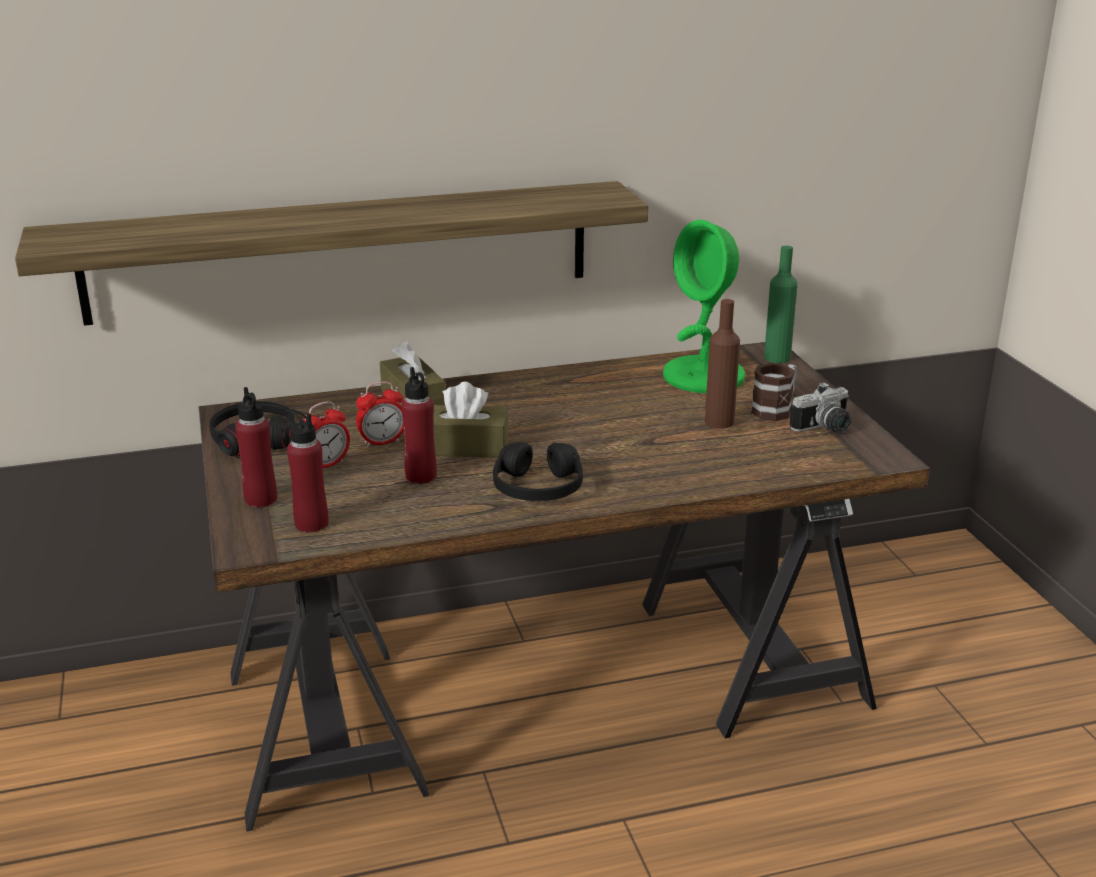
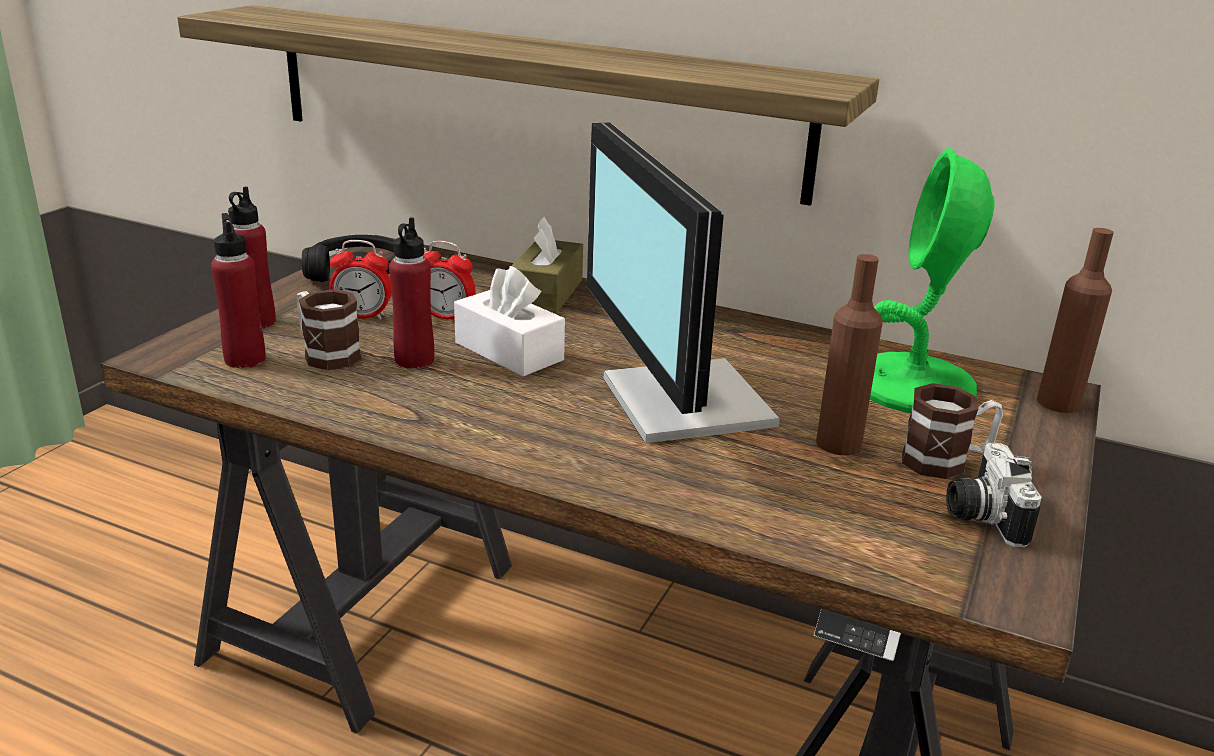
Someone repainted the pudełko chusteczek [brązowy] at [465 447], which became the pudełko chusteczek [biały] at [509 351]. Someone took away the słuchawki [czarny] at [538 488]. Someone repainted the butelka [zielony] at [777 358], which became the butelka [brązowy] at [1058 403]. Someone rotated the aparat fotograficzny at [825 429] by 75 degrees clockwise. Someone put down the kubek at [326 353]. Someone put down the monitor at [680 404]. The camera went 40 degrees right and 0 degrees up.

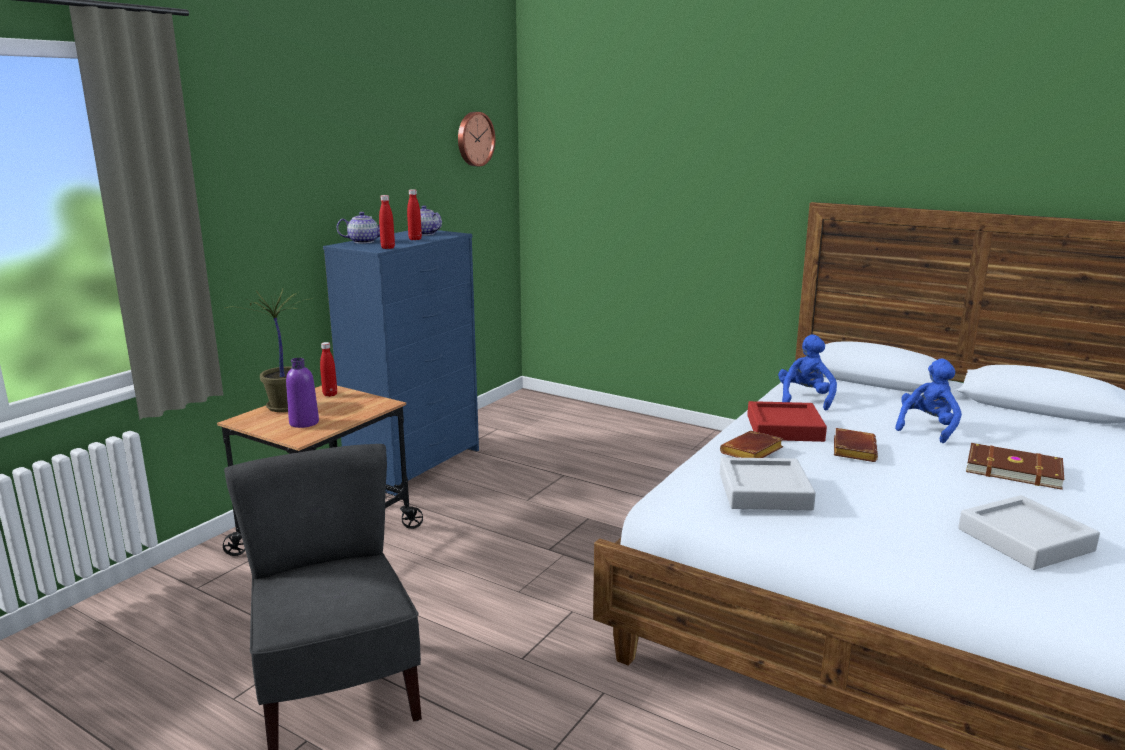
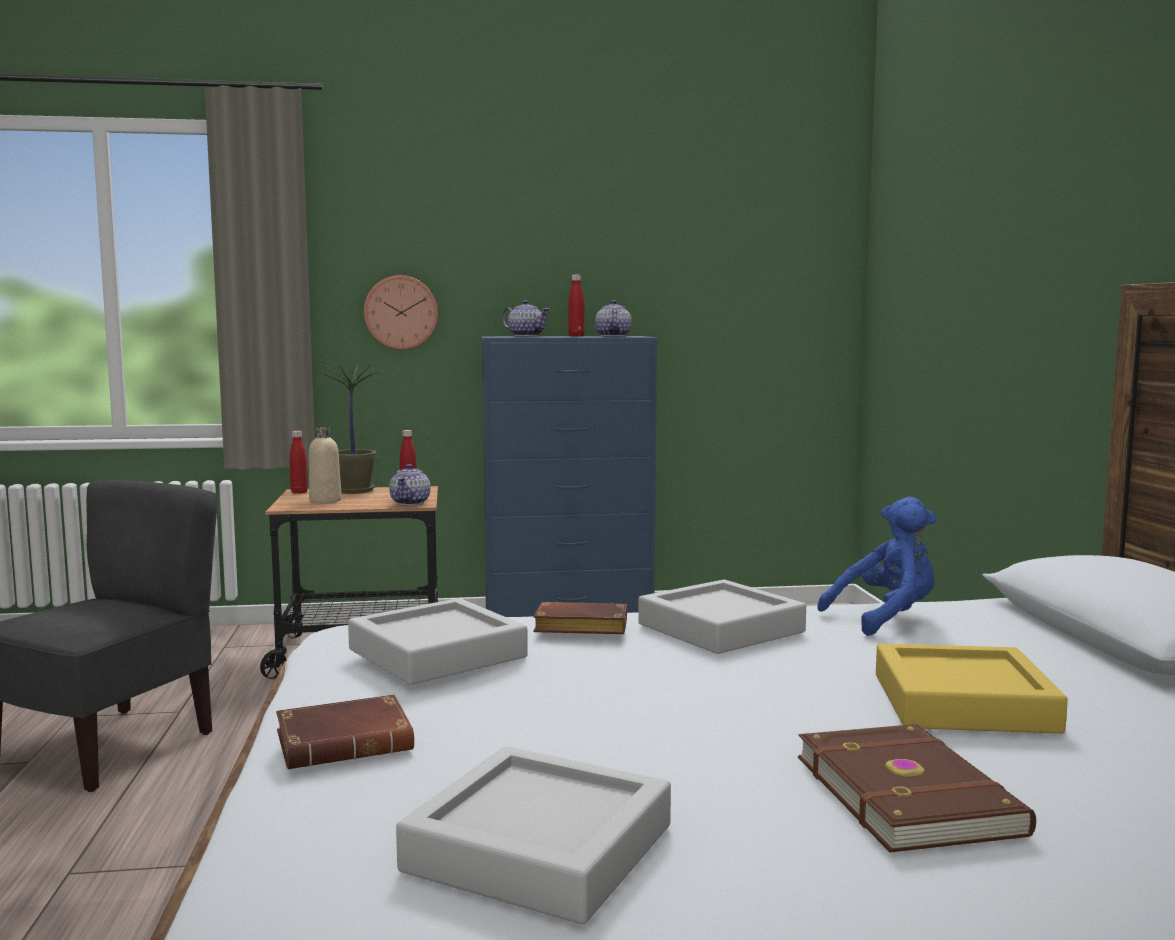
Someone repainted the butelka [fioletowy] at [304 423], which became the butelka [beżowy] at [325 501]. Someone carried the butelka [czerwony] from [388 248] to [299 492]. Someone carried the zegar ścienny from [474 139] to [401 312]. Someone repainted the taca [czerwony] at [784 428], which became the taca [szary] at [720 628]. Someone carried the książka [brązowy] from [852 449] to [347 743]. Someone swapped the pluszak [niebieski] at [927 428] for the taca [żółty] at [963 703]. Someone put down the imbryk at [411 503]. The camera went 50 degrees right and 10 degrees down.

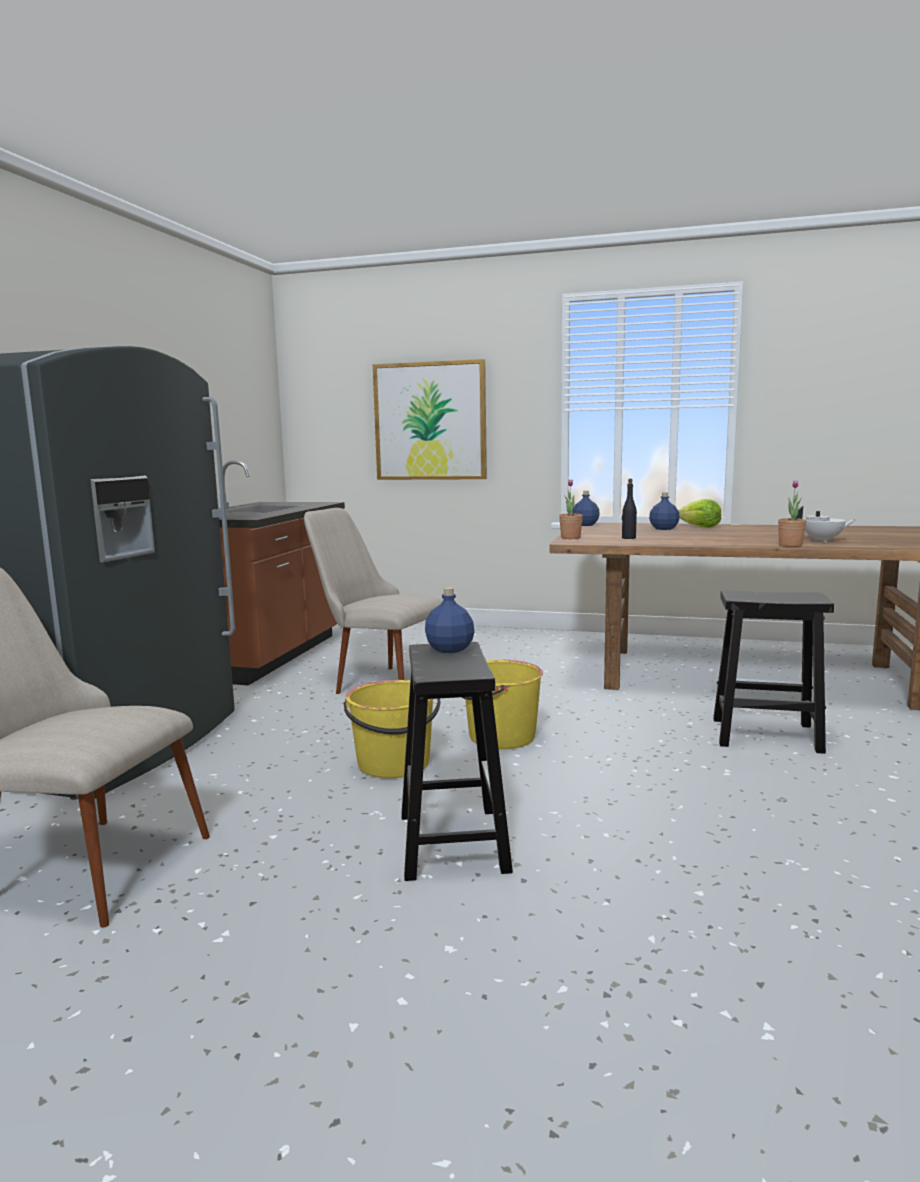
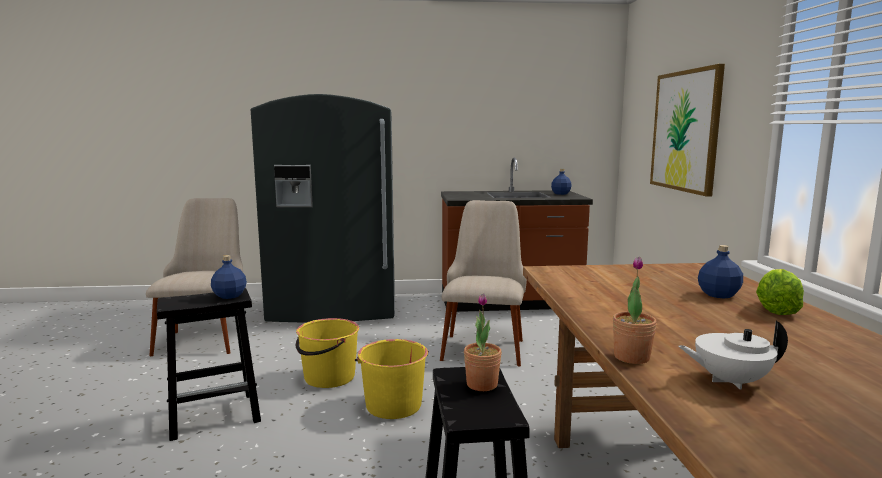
Someone carried the roślina doniczkowa from [570 538] to [482 384]. Someone carried the butelka [niebieski] from [585 525] to [561 194]. Someone took away the butelka [czarny] at [628 538]. Someone rotated the imbryk [biały] at [823 540] by 105 degrees clockwise. The camera went 70 degrees right and 0 degrees up.

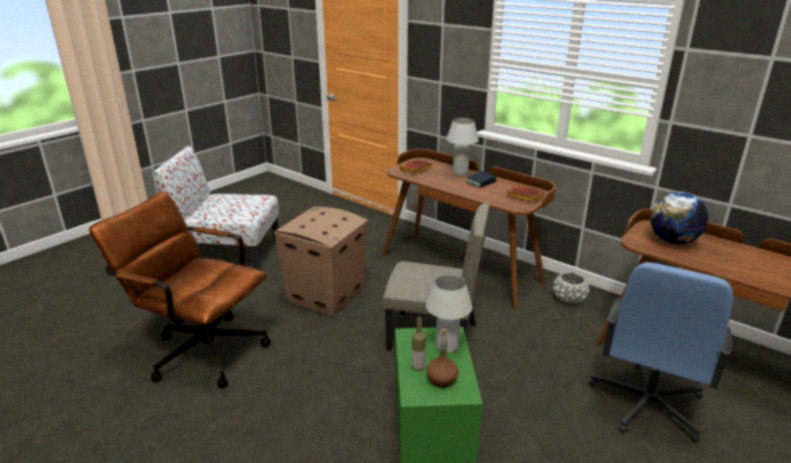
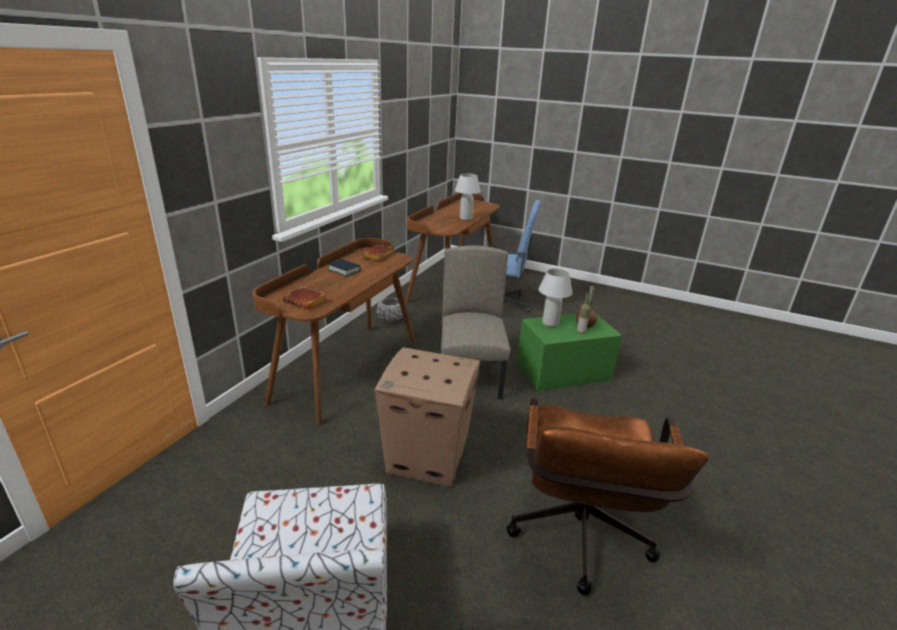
Someone carried the lampa stołowa [biały] from [460 172] to [466 218]. Someone took away the globus at [672 241]. The camera went 105 degrees left and 0 degrees up.

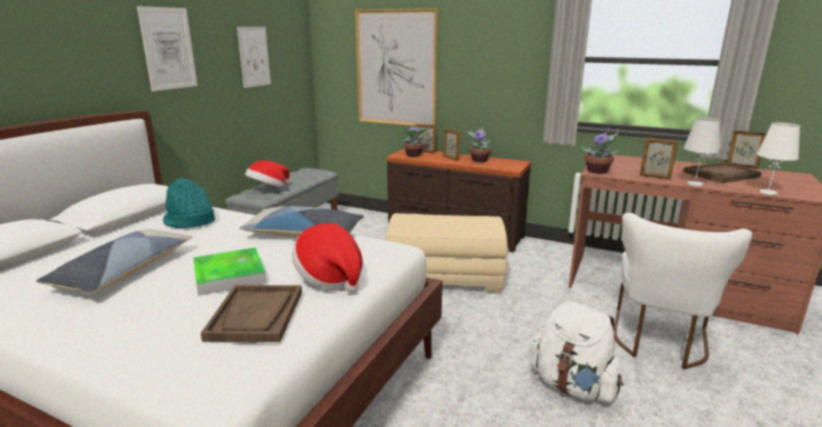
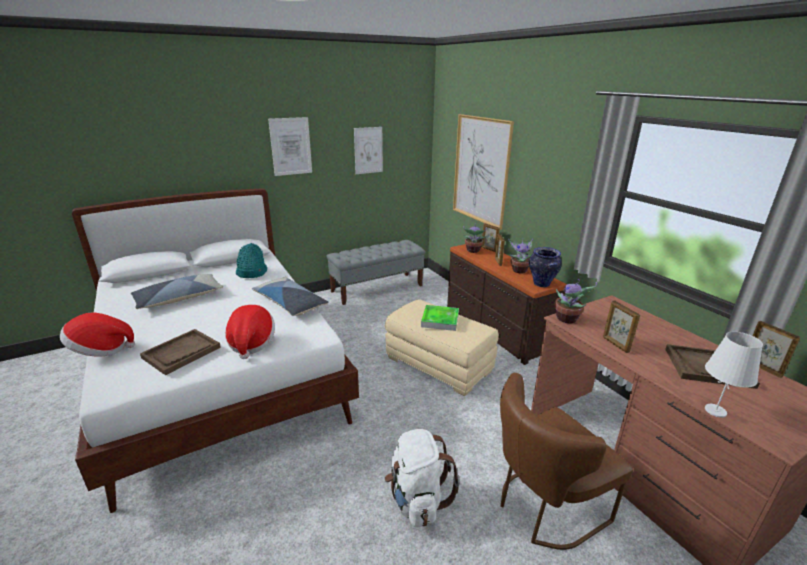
Someone carried the taca from [229 275] to [440 320]. Someone carried the kapelusz from [268 189] to [100 350]. Someone repainted the krzesło [biały] at [659 342], which became the krzesło [brązowy] at [544 507]. Someone took away the lampa stołowa [biały] at [695 184]. Someone put down the wazon at [542 284]. The camera went 35 degrees right and 5 degrees up.

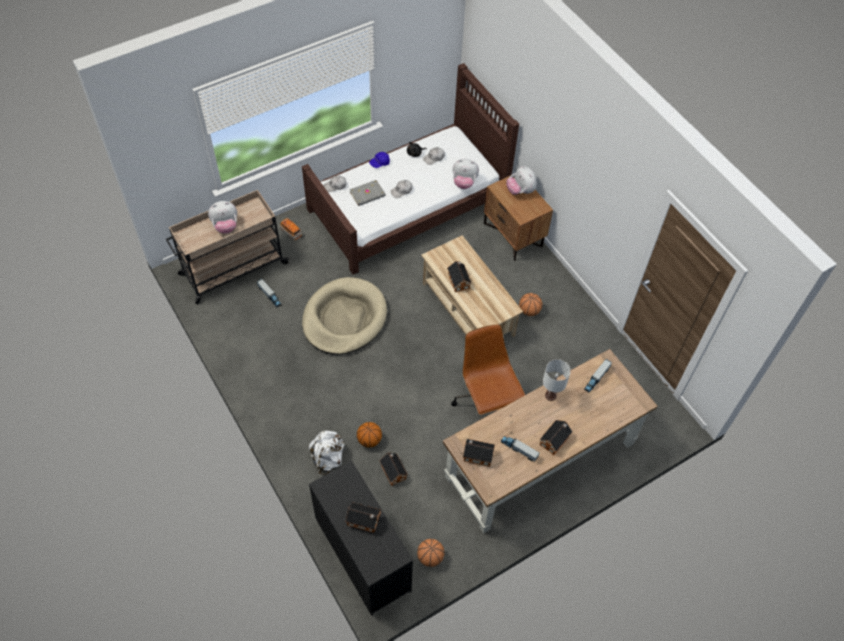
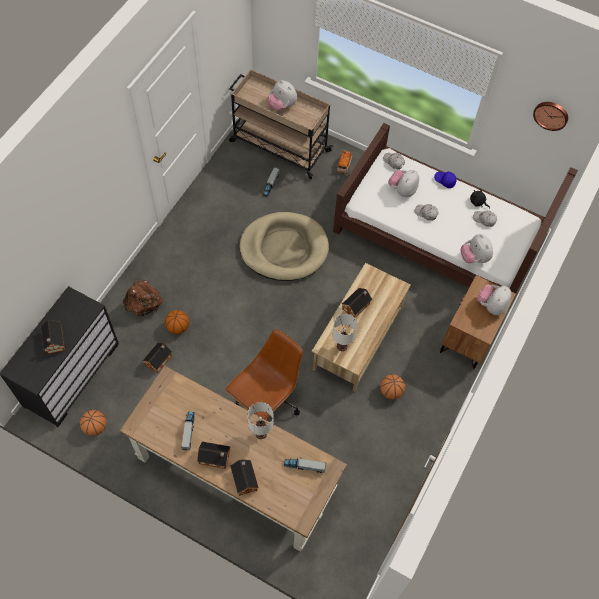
Someone repainted the plecak [biały] at [328 458], which became the plecak [brązowy] at [144 306]. Someone swapped the książka [szary] at [368 194] for the pluszak at [402 190]. Someone carried the domek from [477 455] to [244 479]. Someone put down the lampa stołowa [biały] at [341 346]. Someone put up the zegar ścienny at [551 115]. The camera went 60 degrees right and 5 degrees up.

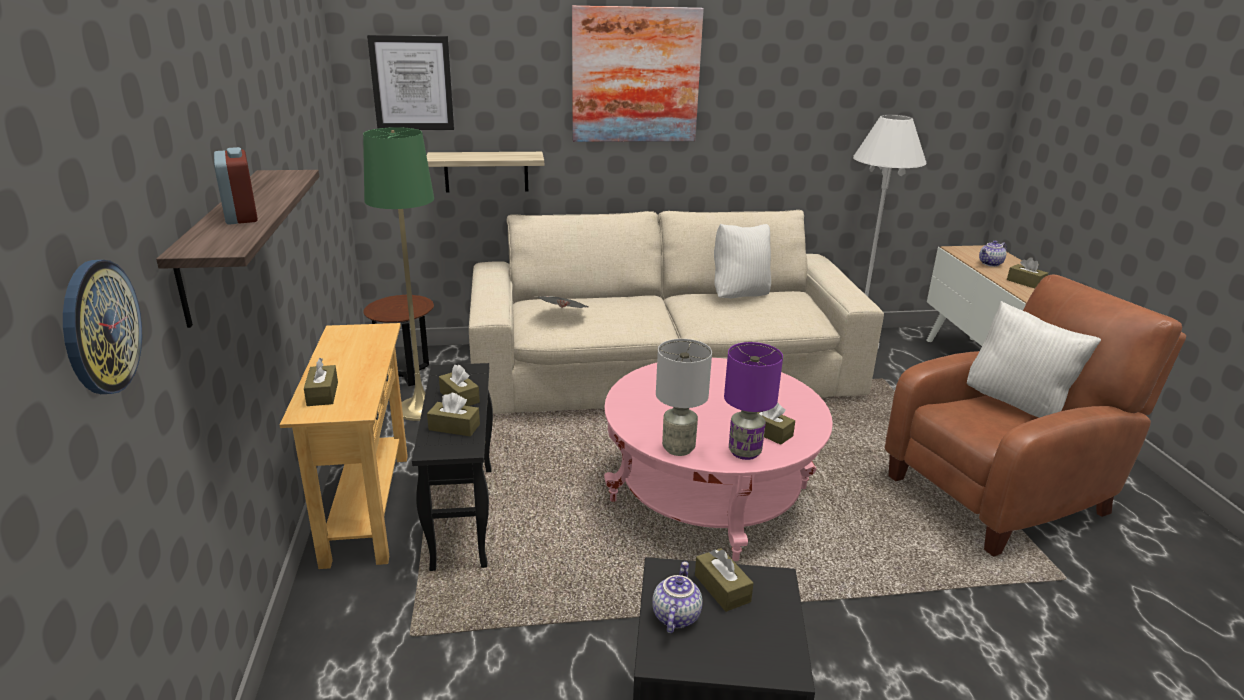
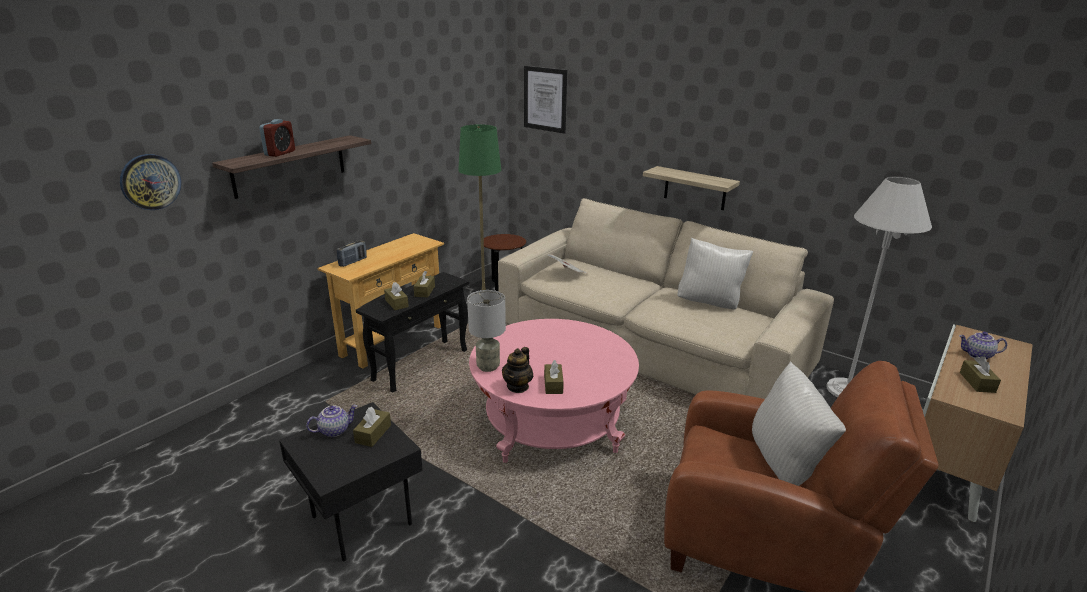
Someone swapped the pudełko chusteczek [brązowy] at [322 394] for the radio at [353 262]. Someone carried the półka from [486 171] to [695 188]. Someone took away the obraz at [635 75]. Someone swapped the lampa stołowa [fioletowy] at [745 452] for the imbryk at [518 386]. The camera went 45 degrees right and 0 degrees up.

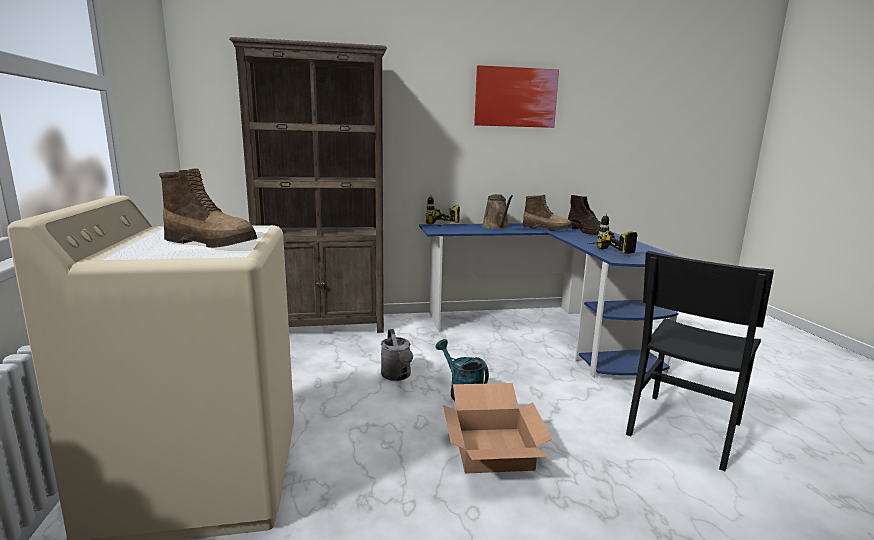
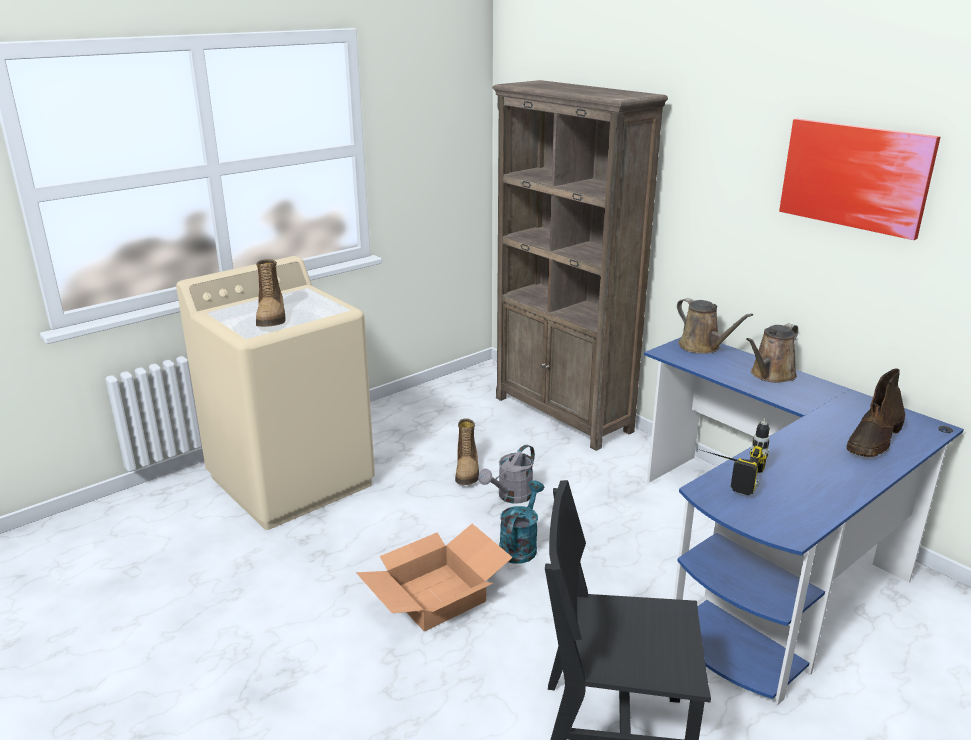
Someone swapped the wiertarka at [443 226] for the konewka [brązowy] at [702 347]. Someone carried the but z cholewką from [546 229] to [467 471]. The camera went 60 degrees right and 10 degrees up.

